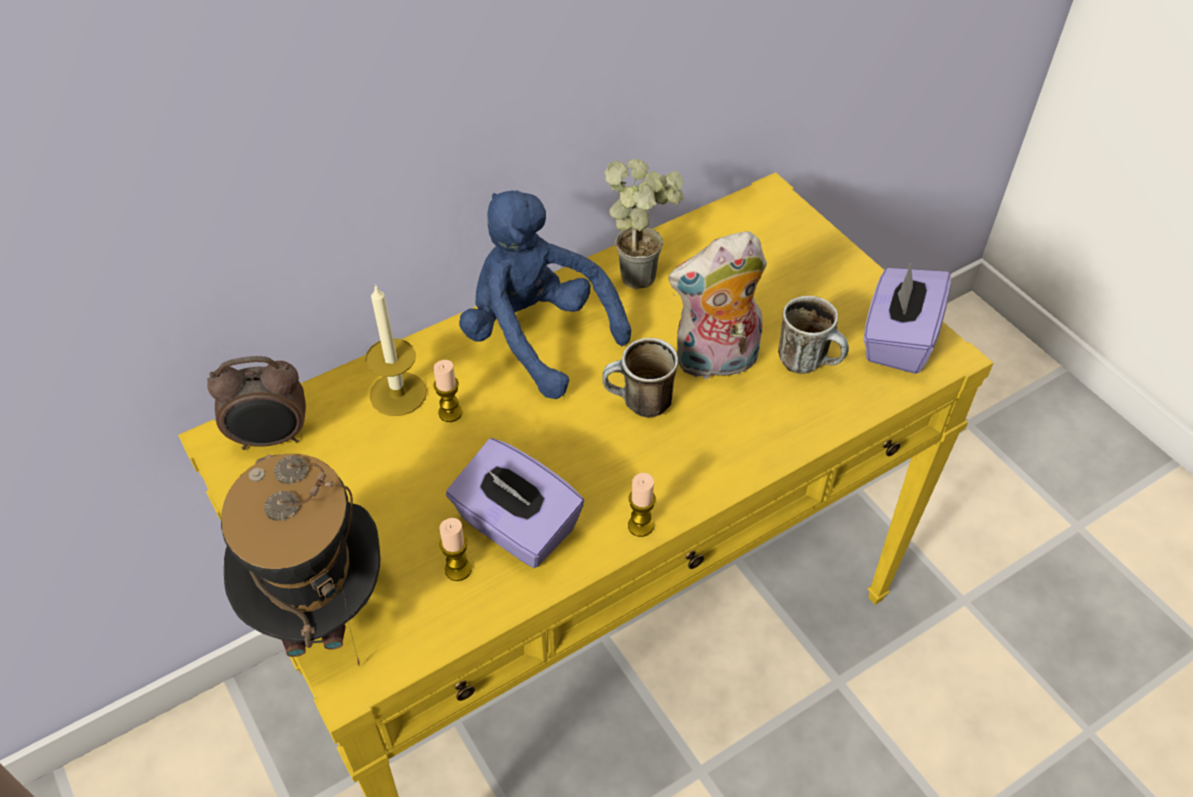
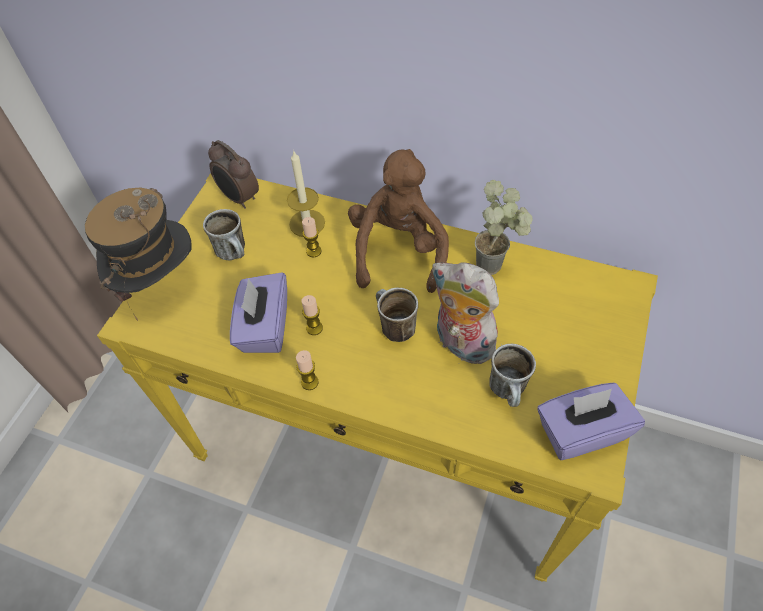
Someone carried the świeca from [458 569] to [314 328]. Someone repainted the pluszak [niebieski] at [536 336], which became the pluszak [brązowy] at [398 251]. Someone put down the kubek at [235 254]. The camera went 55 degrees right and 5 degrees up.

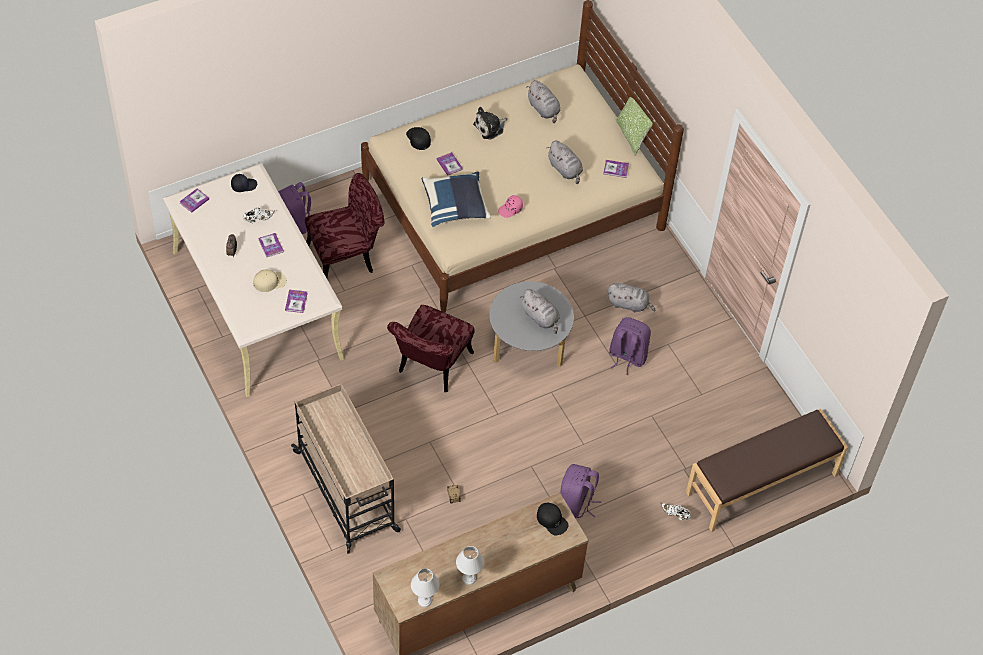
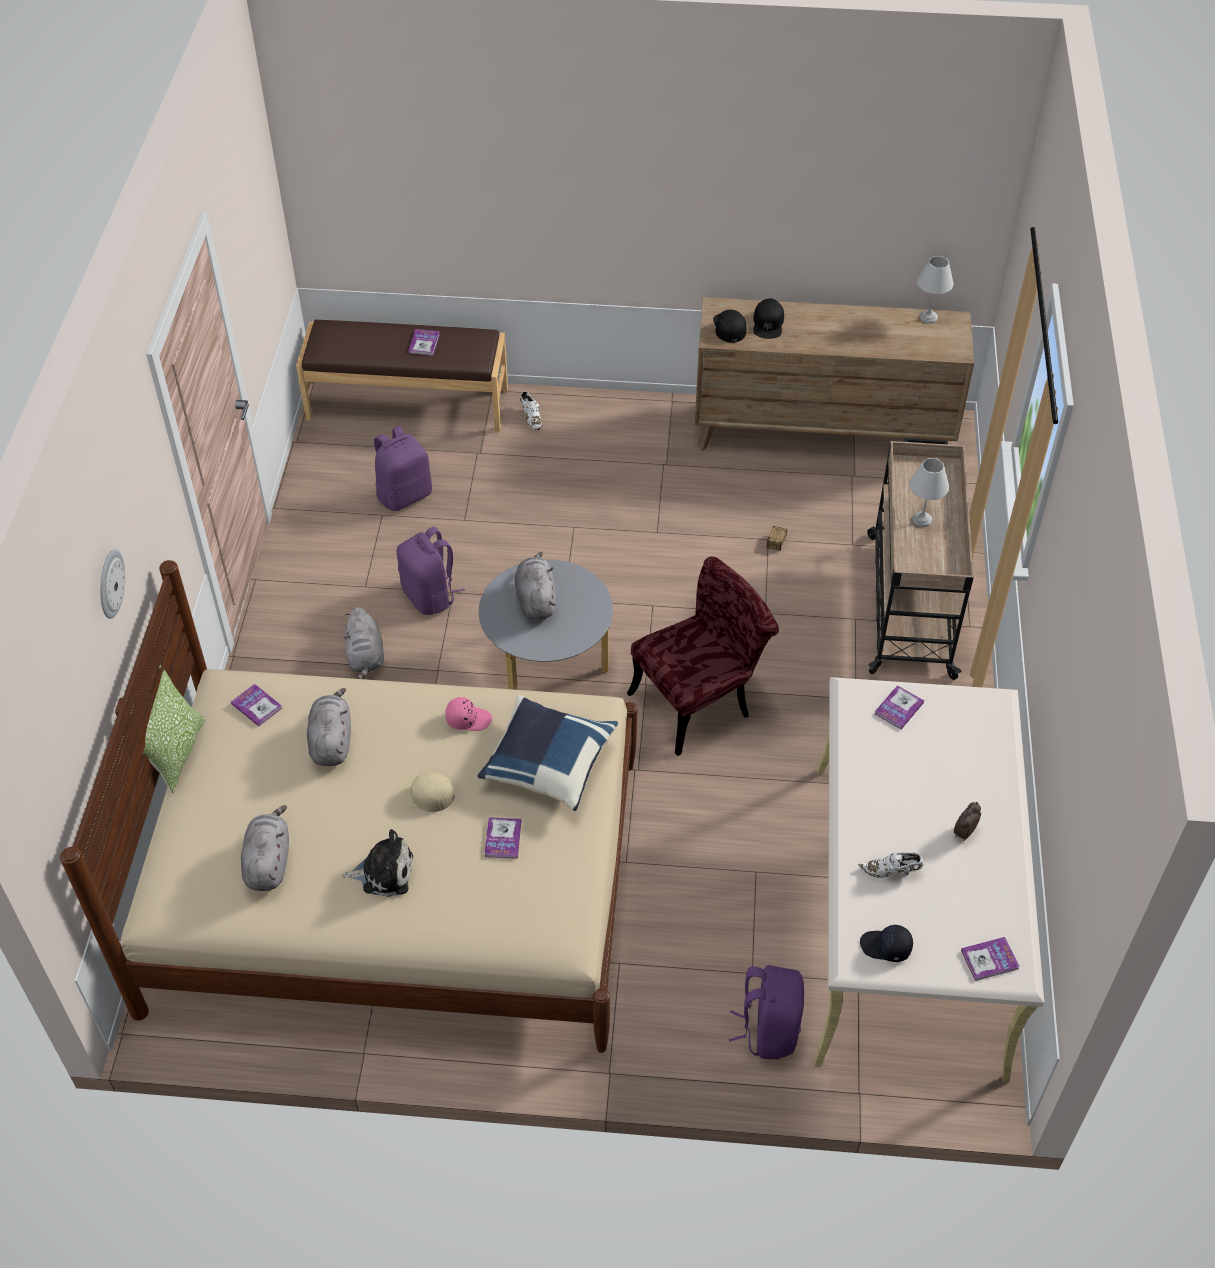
Someone carried the czapka z daszkiem [beżowy] from [269 282] to [425 795]. Someone carried the książka from [271 245] to [424 343]. Someone took away the krzesło [czerwony] at [347 257]. Someone carried the czapka z daszkiem [czarny] from [418 138] to [768 323]. Someone carried the lampa stołowa [biały] from [469 578] to [921 520]. Someone carried the plecak [fioletowy] from [576 503] to [404 495]. Someone rotated the pluszak [szary] at [629 304] by 150 degrees counterclockwise. Someone put up the zegar ścienny at [110 583]. The camera went 145 degrees left and 5 degrees down.

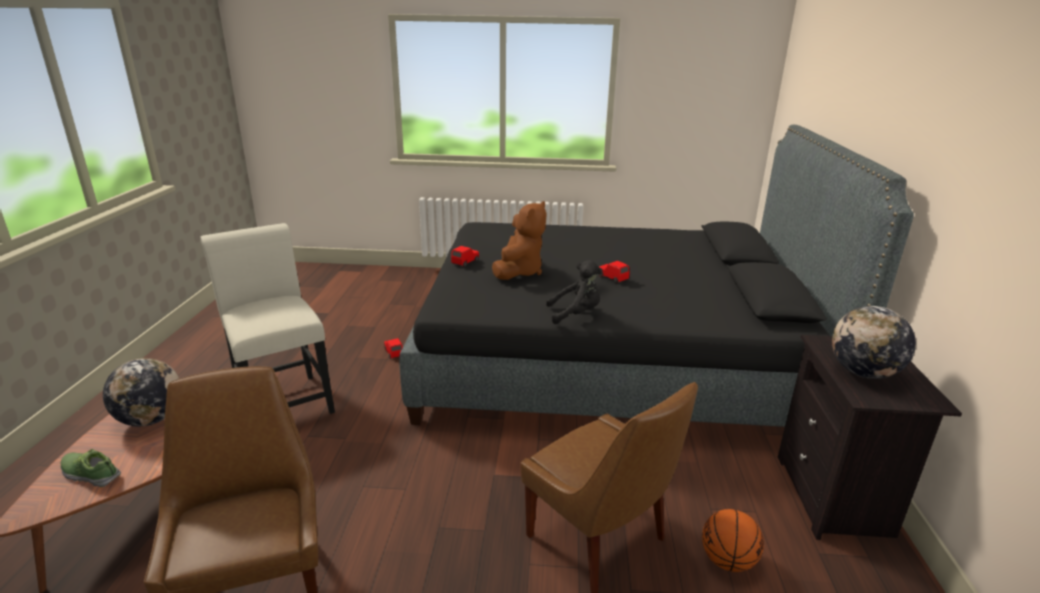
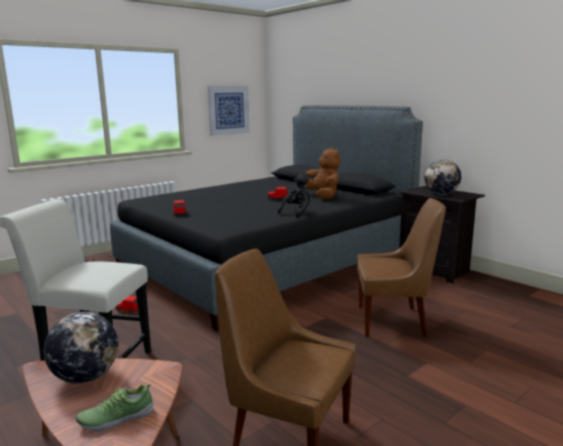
Someone carried the pluszak [brązowy] from [519 272] to [322 196]. Someone took away the piłka do koszykówki at [727 561]. Someone put up the obraz at [228 110]. The camera went 45 degrees left and 10 degrees down.

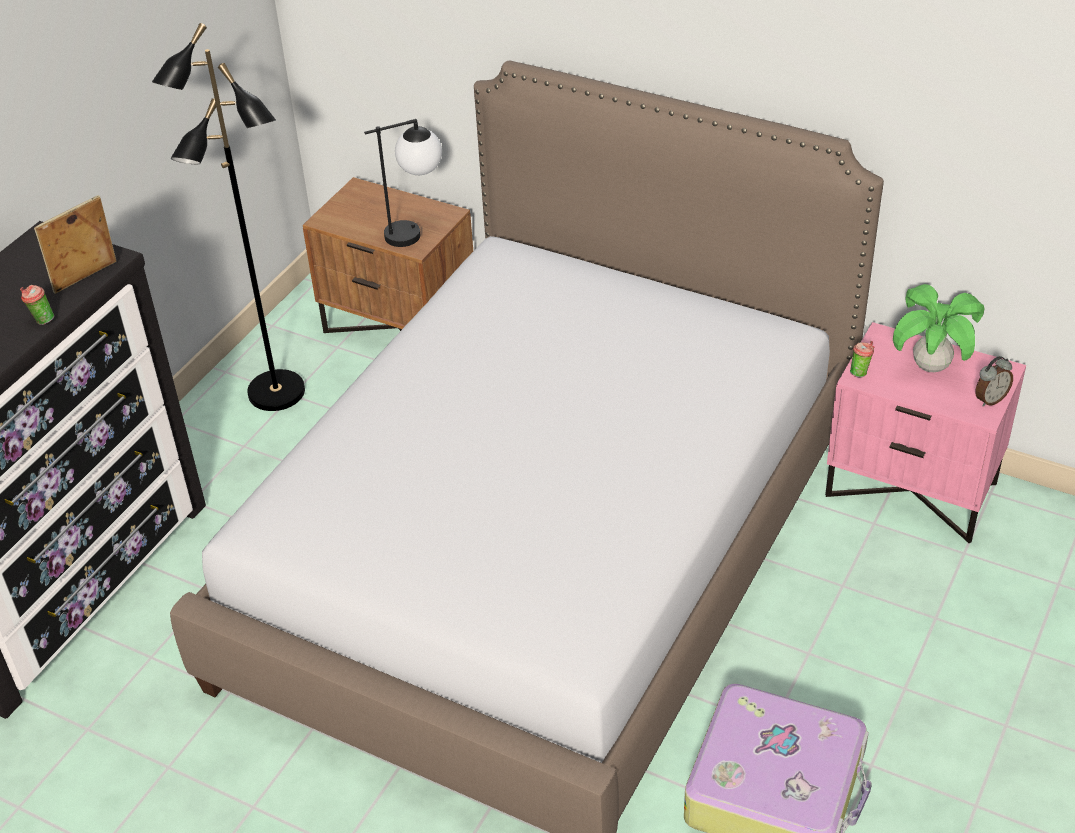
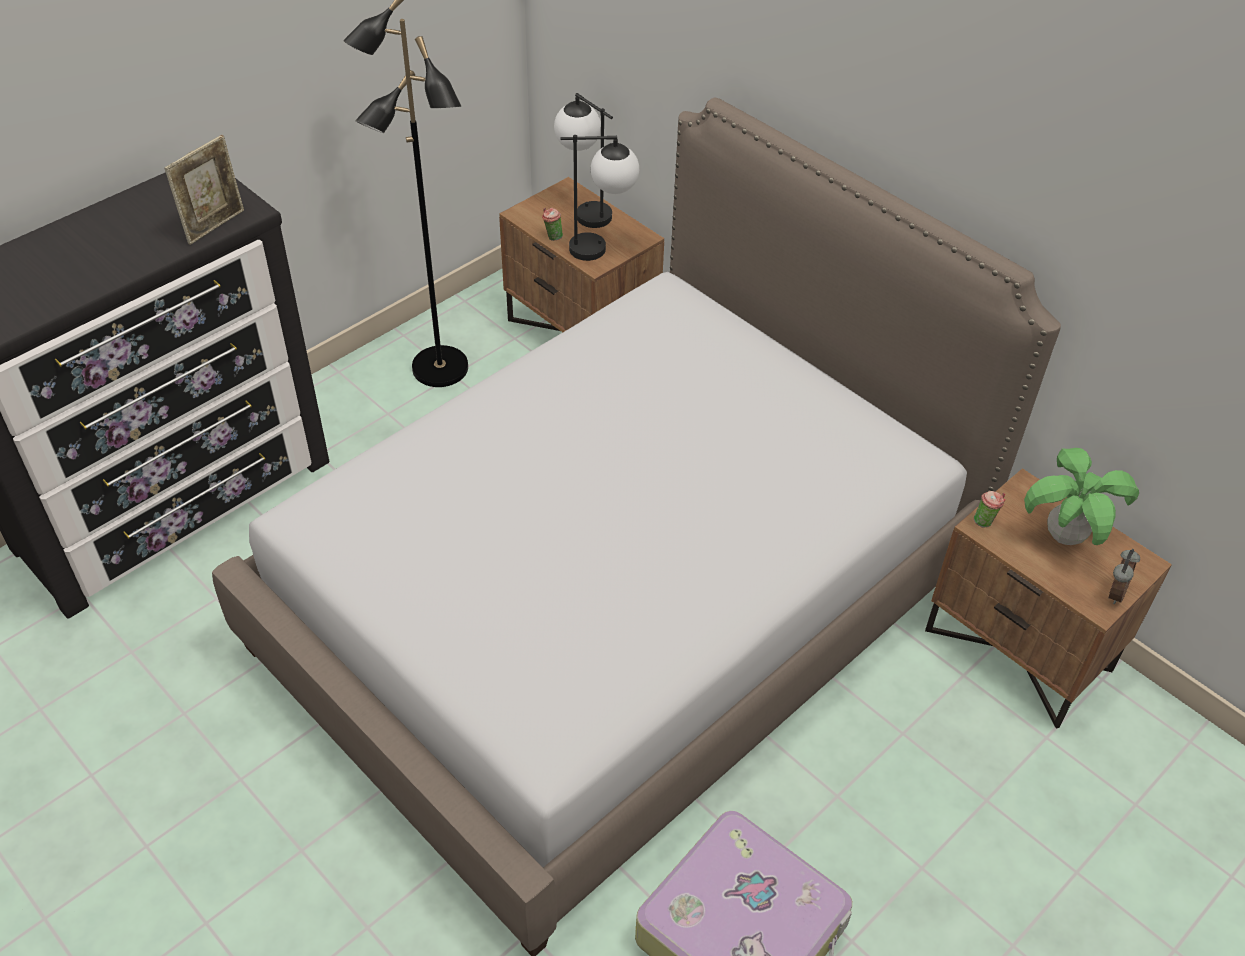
Someone carried the filiżanka from [41 320] to [552 237]. Someone rotated the ramka na zdjęcie at [86 279] by 150 degrees clockwise. Someone repainted the szafka nocna [różowy] at [912 488], which became the szafka nocna [brązowy] at [1020 649]. Someone rotated the budzik at [990 399] by 45 degrees counterclockwise. Someone put down the lampa stołowa at [584 210]. The camera went 15 degrees right and 5 degrees up.

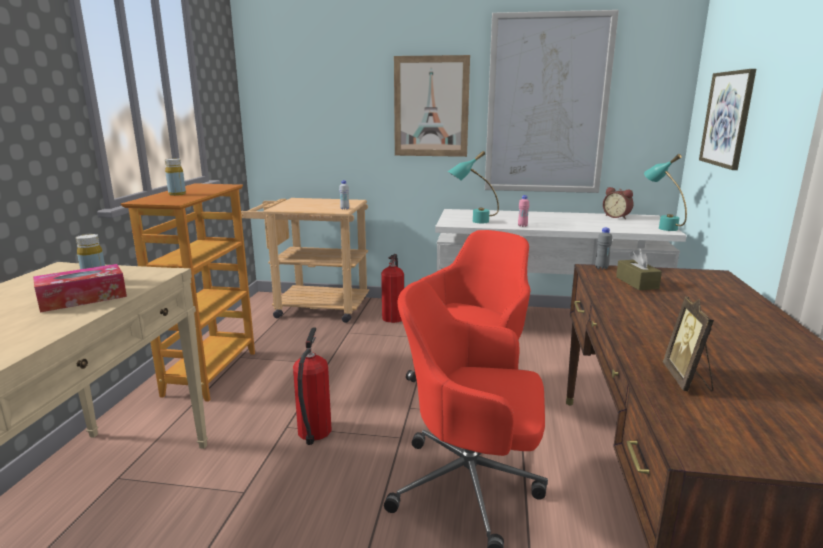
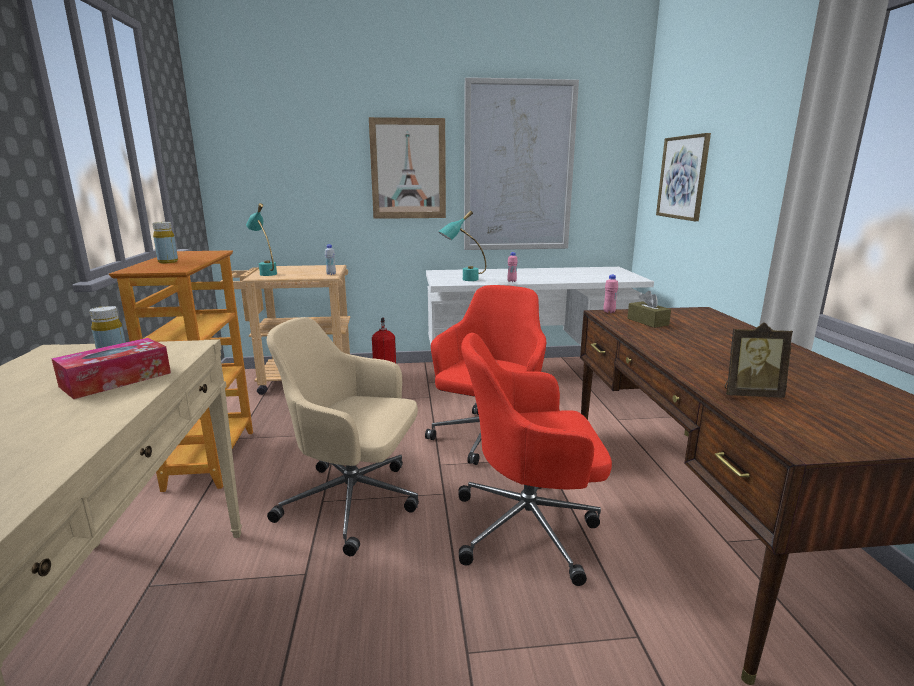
Someone swapped the gaśnica at [314 433] for the krzesło biurowe [beżowy] at [354 502]. Someone repainted the butelka [szary] at [601 268], which became the butelka [różowy] at [609 312]. Someone took away the budzik at [617 217]. Someone carried the lampa stołowa [turkusowy] from [661 227] to [265 273]. Someone rotated the ramka na zdjęcie at [687 380] by 75 degrees counterclockwise. The camera went 15 degrees left and 0 degrees up.

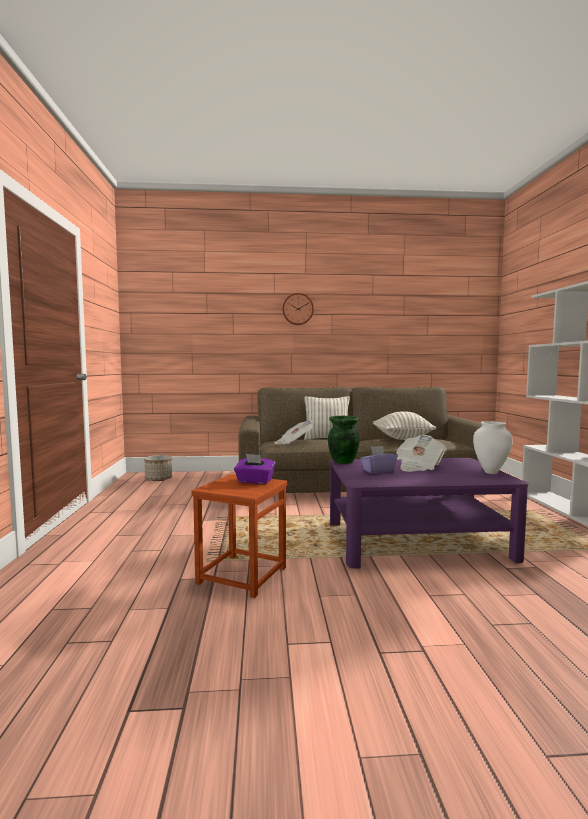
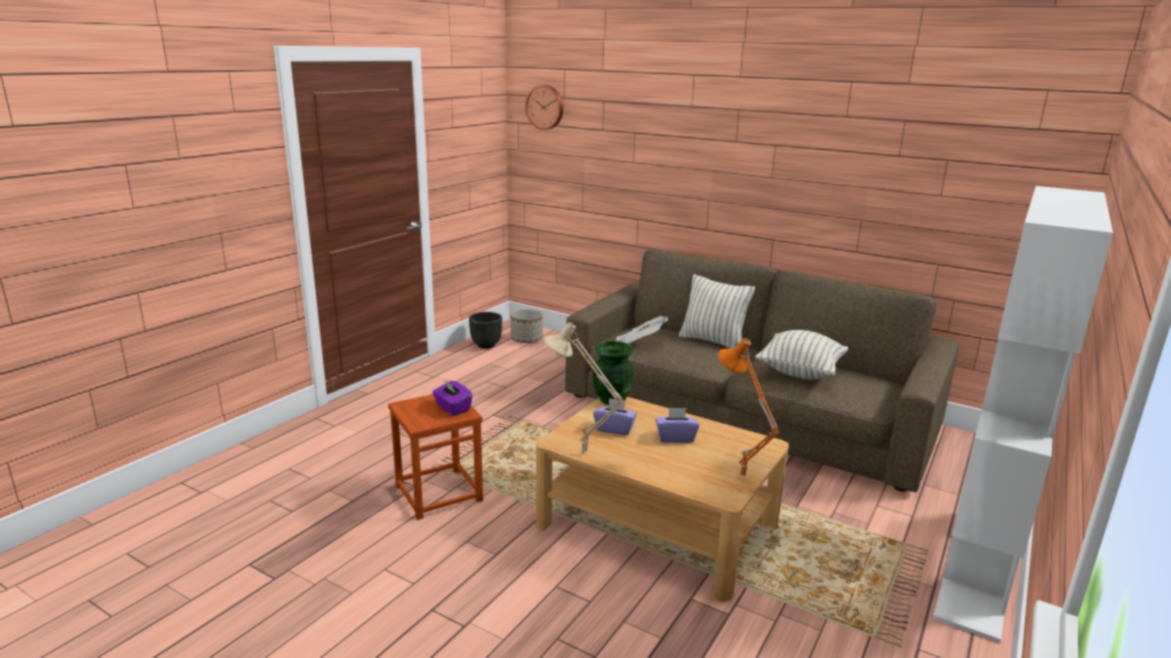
Someone carried the zegar ścienny from [297 309] to [545 107]. Someone repainted the ława [fioletowy] at [416 540], which became the ława [beżowy] at [658 524]. Someone swapped the gazeta at [418 467] for the pudełko chusteczek [fioletowy] at [675 438]. Someone swapped the wazon [biały] at [490 472] for the lampa stołowa [pomarańczowy] at [739 478]. Someone put down the donica [czarny] at [486 345]. Someone put down the lampa stołowa [beżowy] at [582 454]. The camera went 35 degrees right and 15 degrees up.

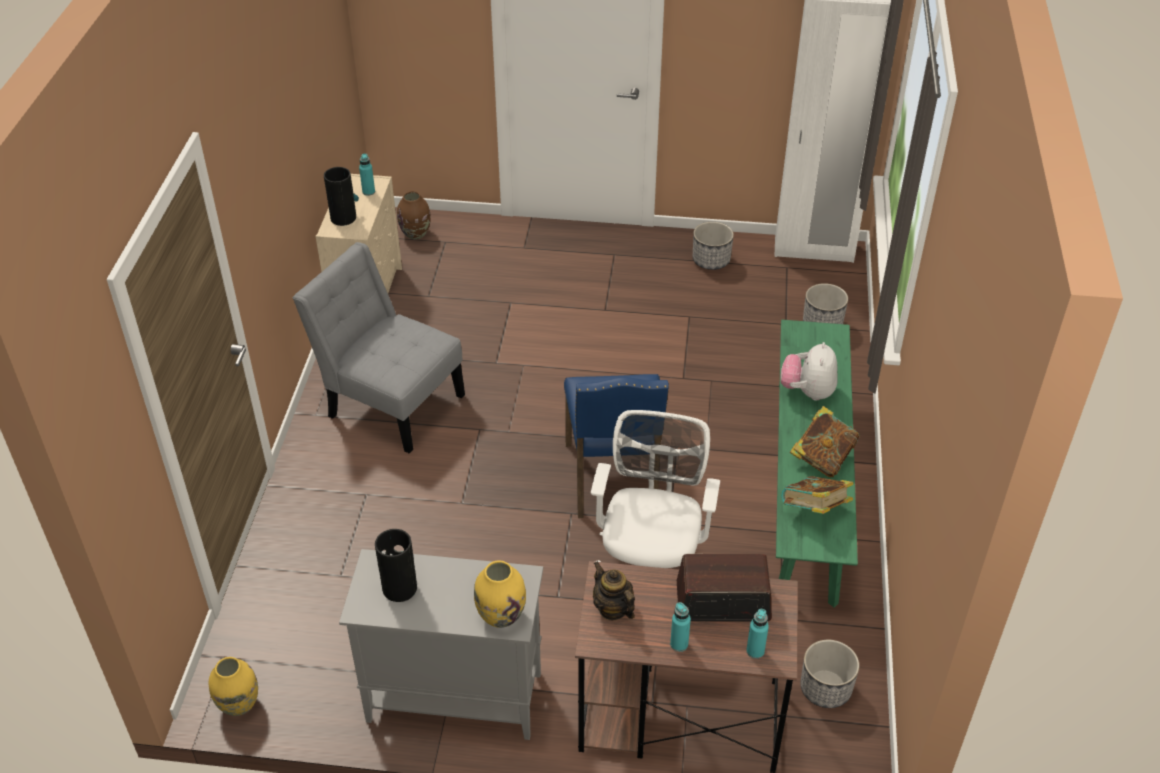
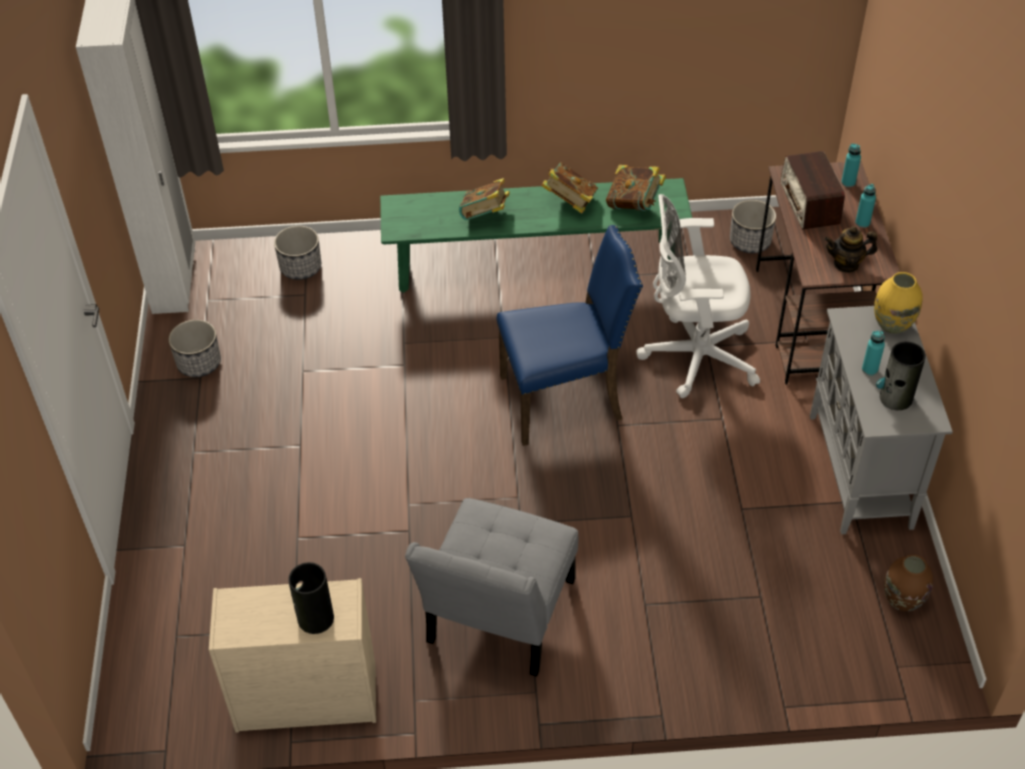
Someone took away the wazon [żółty] at [238 704]. Someone carried the butelka [turkusowy] from [368 192] to [869 369]. Someone carried the wazon [brązowy] from [416 233] to [902 600]. Someone rotated the imbryk at [612 608] by 45 degrees clockwise. Someone swapped the pluszak at [807 392] for the książka at [485 217]. The camera went 100 degrees left and 5 degrees up.

